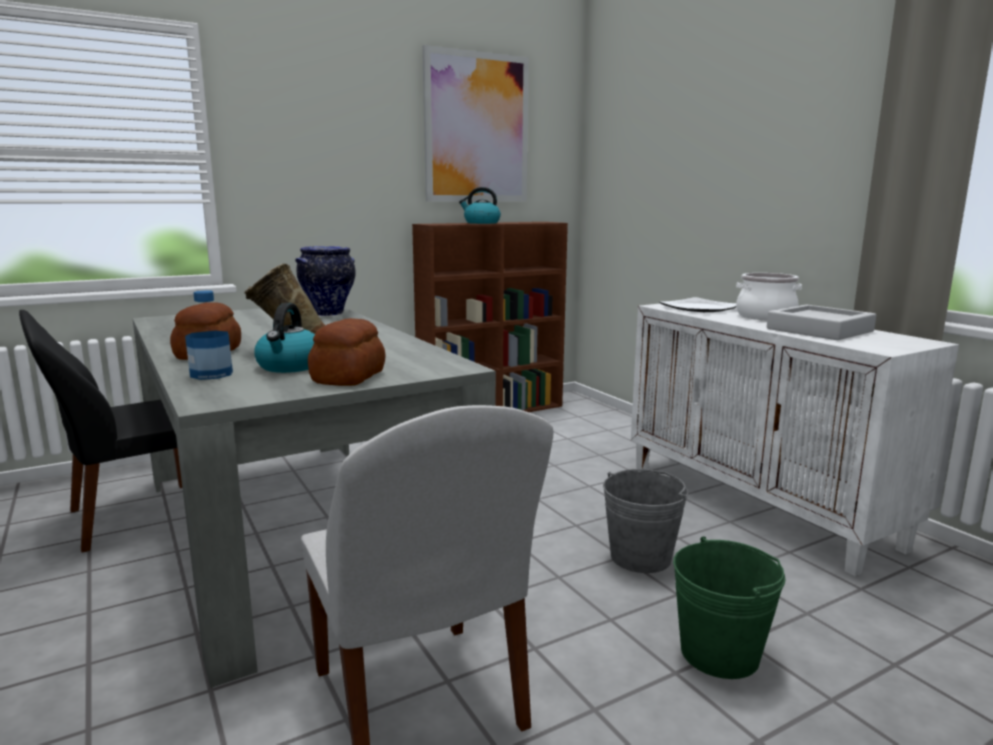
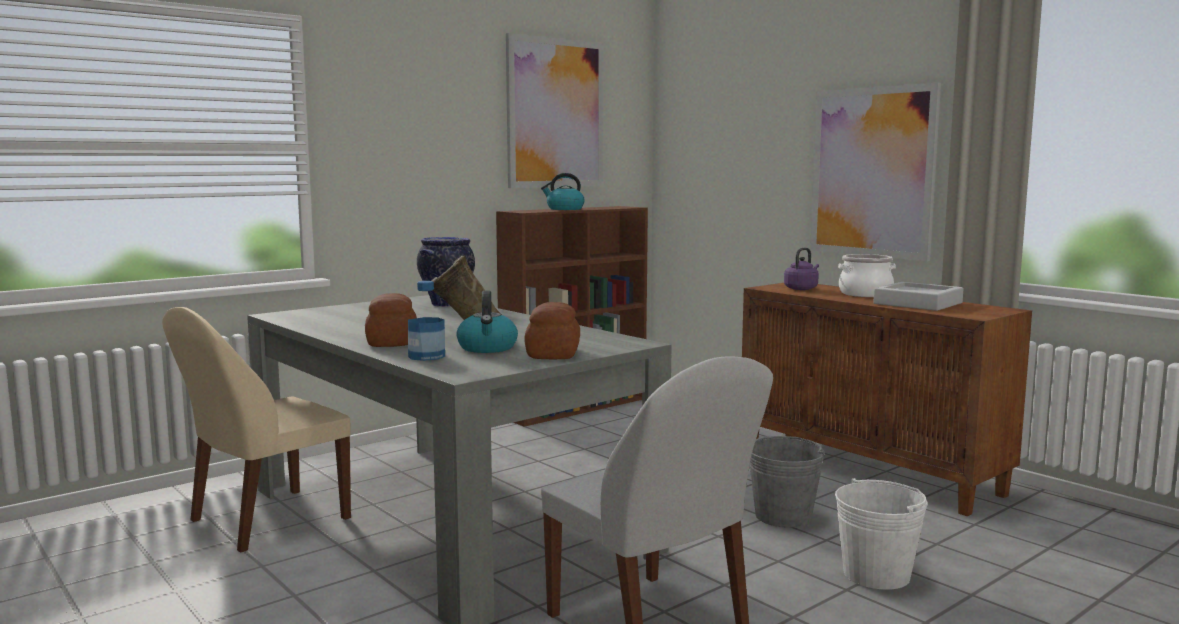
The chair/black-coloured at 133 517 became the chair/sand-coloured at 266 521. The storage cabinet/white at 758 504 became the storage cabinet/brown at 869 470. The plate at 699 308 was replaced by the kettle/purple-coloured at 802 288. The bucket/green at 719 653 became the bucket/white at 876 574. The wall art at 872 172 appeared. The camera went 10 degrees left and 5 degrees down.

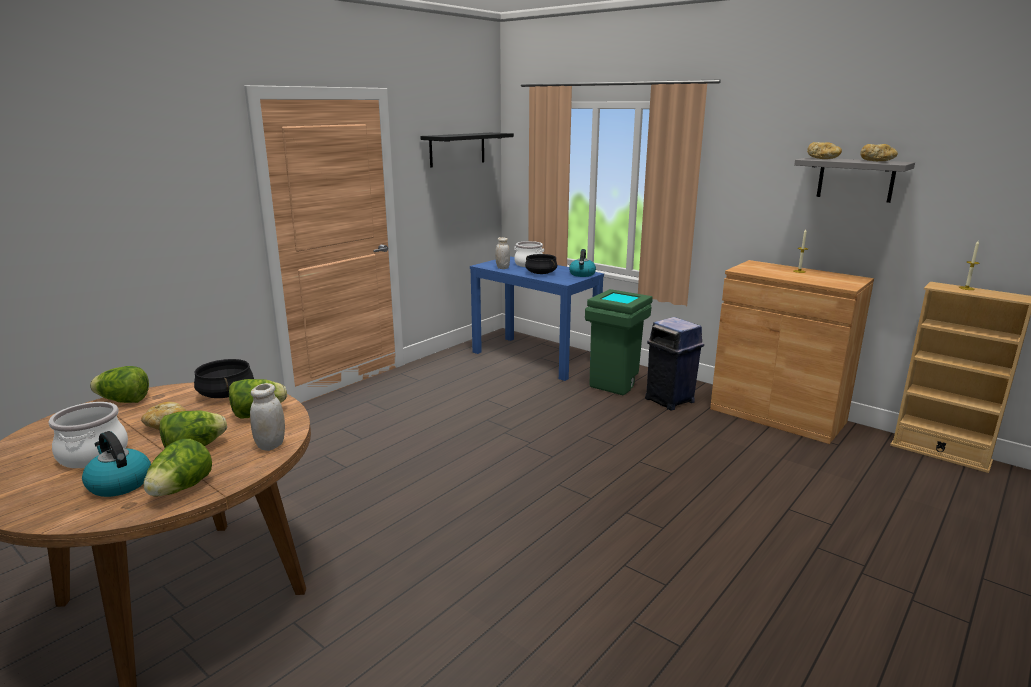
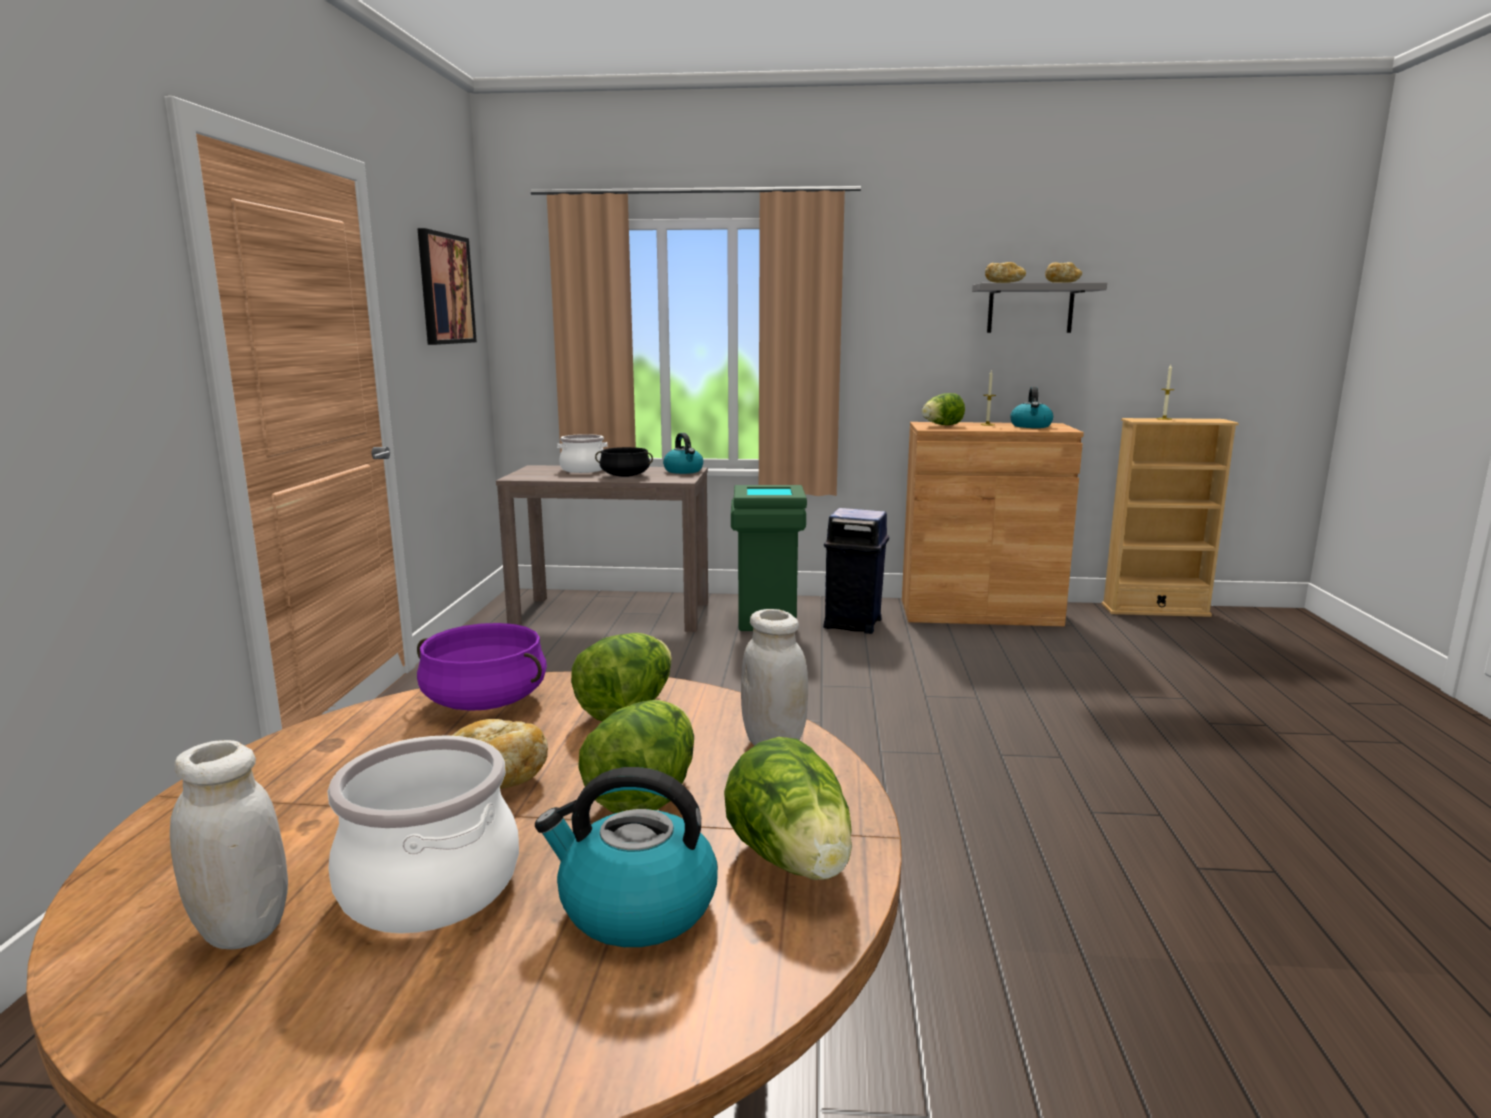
The head of lettuce moved from 124 401 to 941 425. The saucepot/black-coloured at 225 394 became the saucepot/purple-coloured at 484 701. The shelf/black-coloured at 457 149 was replaced by the wall art at 445 289. The hall table/blue-coloured at 535 357 became the hall table/brown at 612 614. The jar/white moved from 502 268 to 241 929. The kettle at 1031 426 appeared. The camera went 35 degrees left and 5 degrees down.

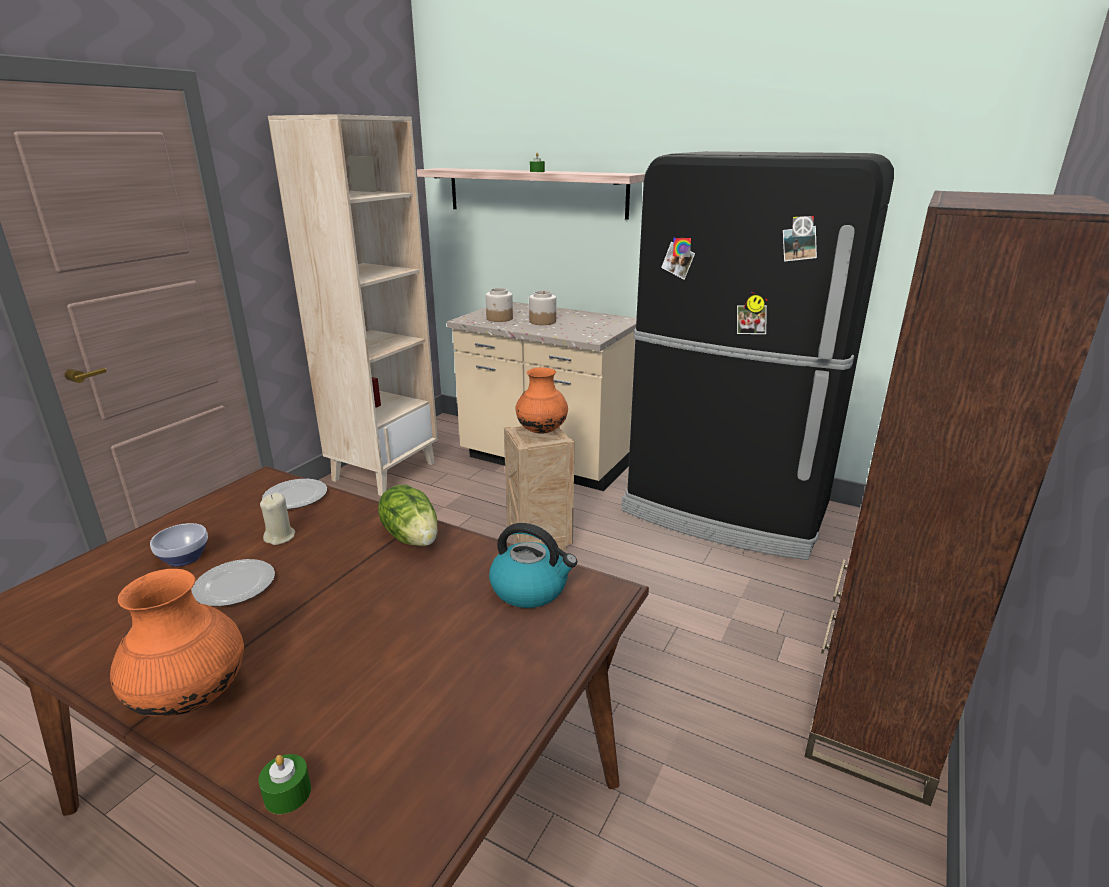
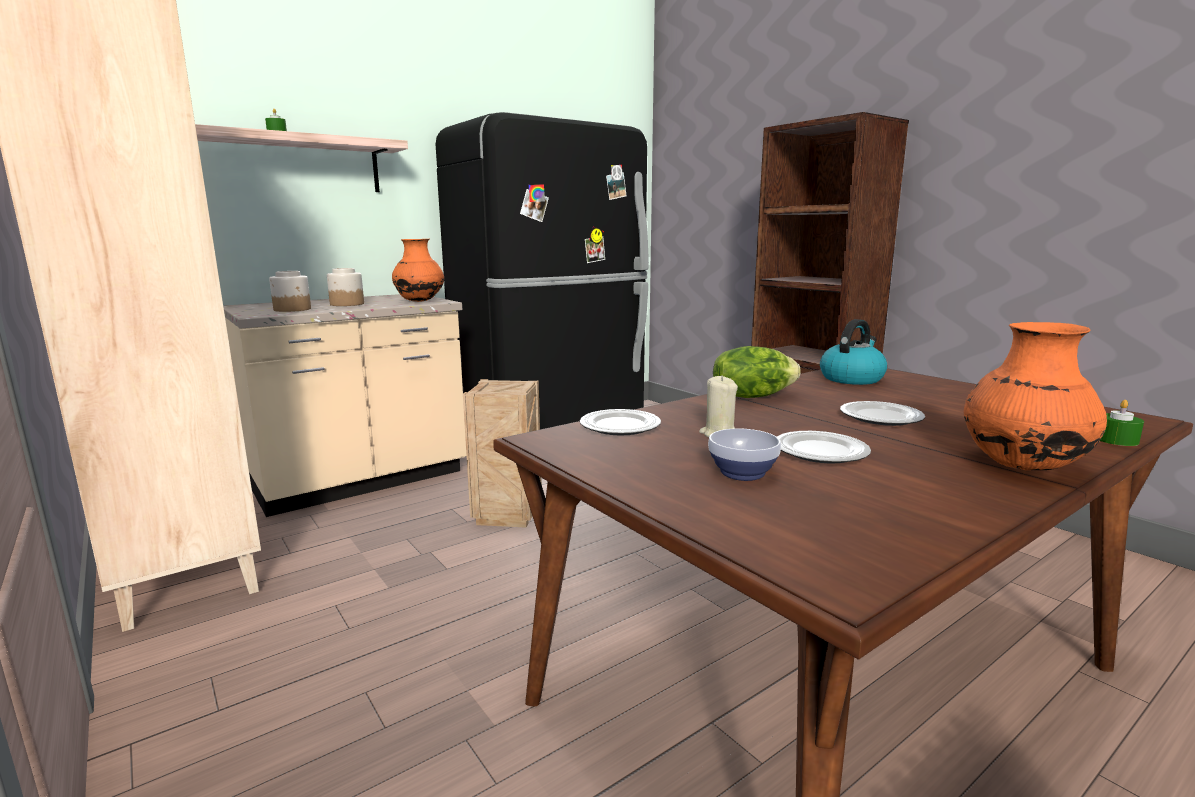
The flower vase/orangey moved from 542 431 to 420 301. The plate at 880 417 appeared. The camera went 65 degrees left and 10 degrees down.

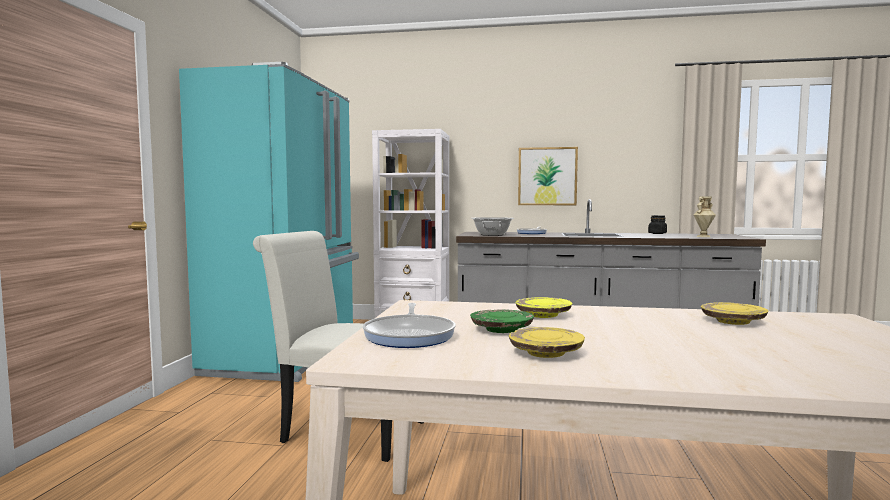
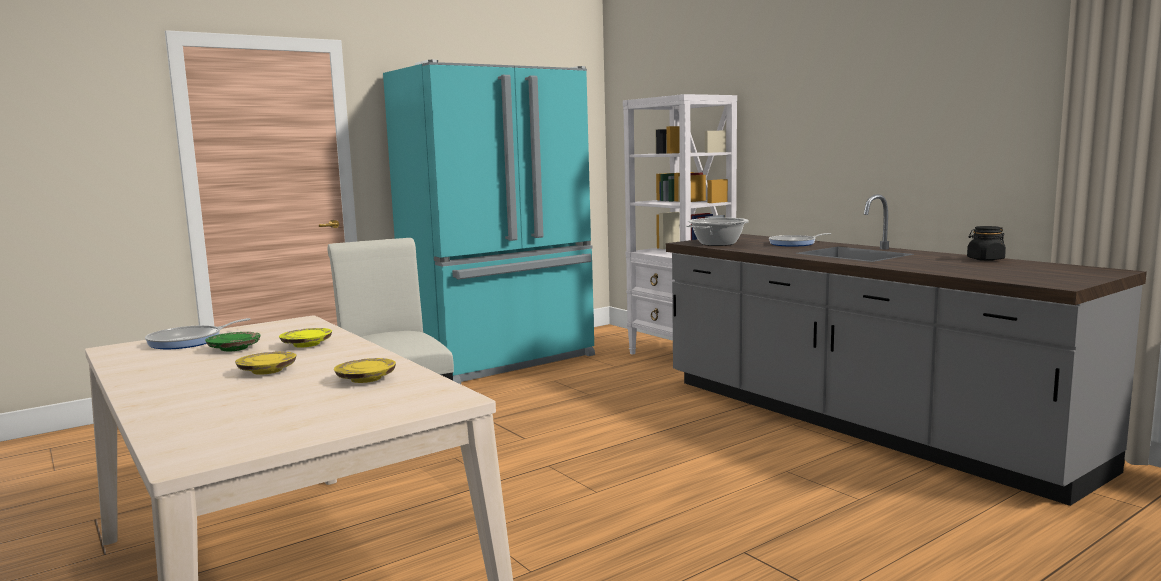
The plate/yellow moved from 545 353 to 267 371. The wall art at 547 176 disappeared. The flower vase/sand-coloured at 703 236 disappeared. The camera went 45 degrees right and 5 degrees up.

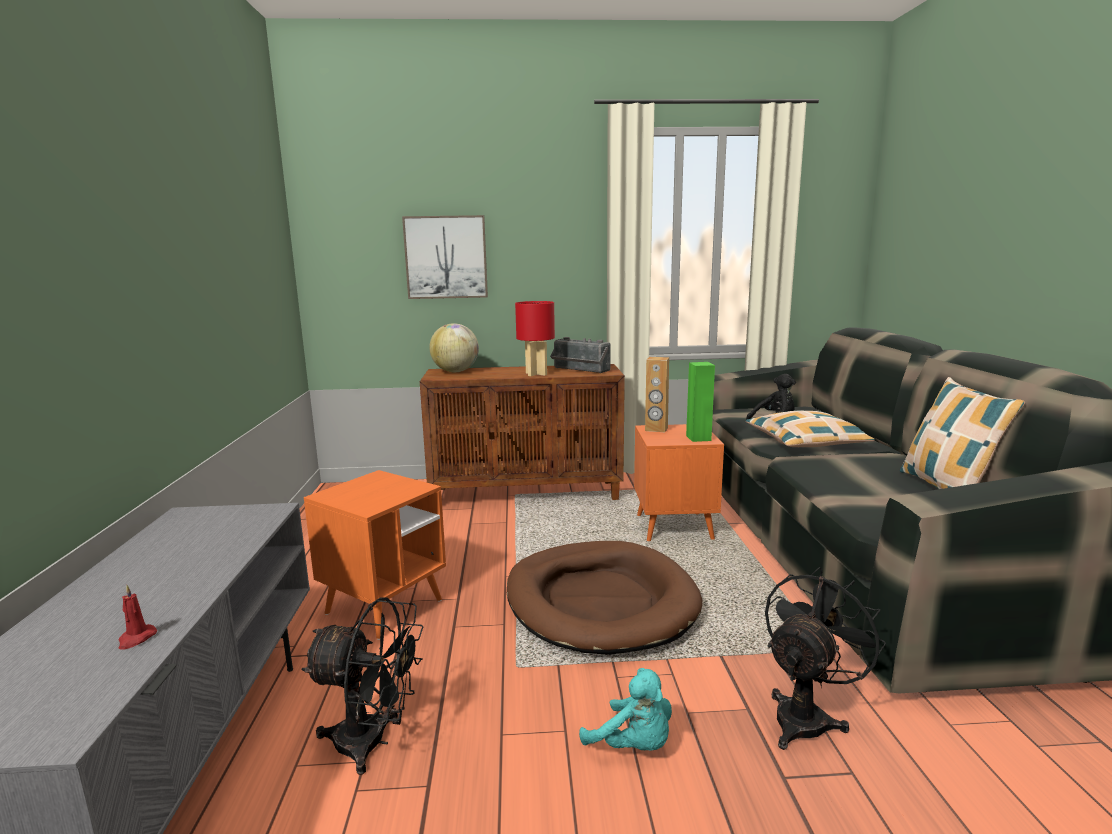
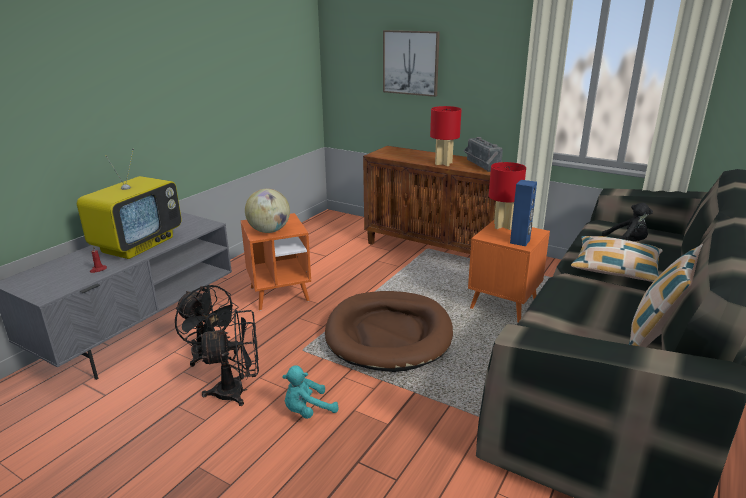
The globe moved from 455 371 to 269 231. The soft toy/turquoise at 633 745 turned 75 degrees clockwise. The speaker/brown at 656 429 was replaced by the table lamp/red-coloured at 503 226. The speaker/green at 699 438 became the speaker/blue-coloured at 520 241. The cooling fan/black-coloured moved from 806 716 to 238 391. The TV at 138 244 appeared. The camera went 35 degrees right and 10 degrees up.

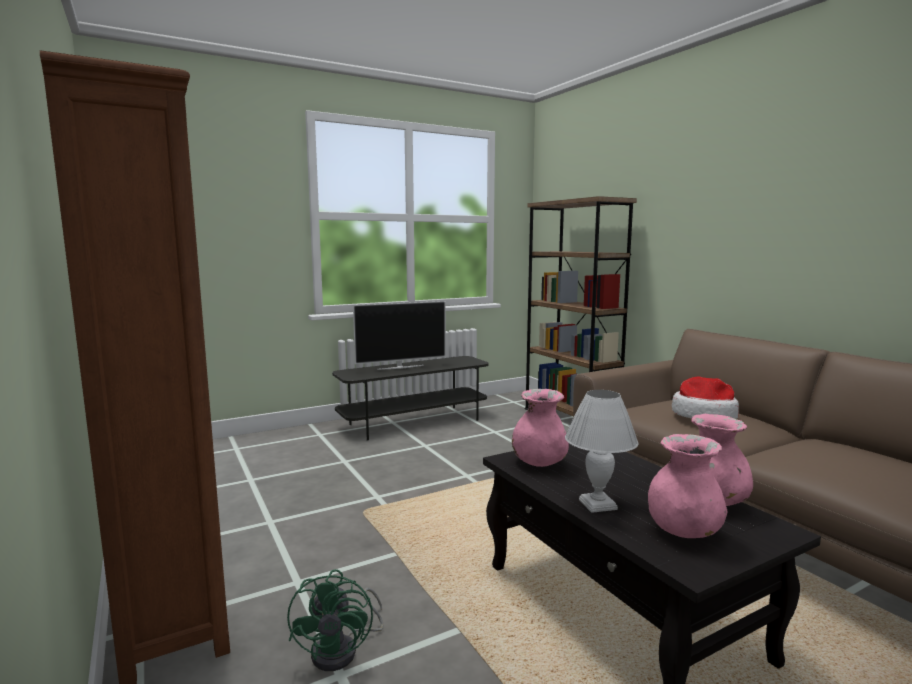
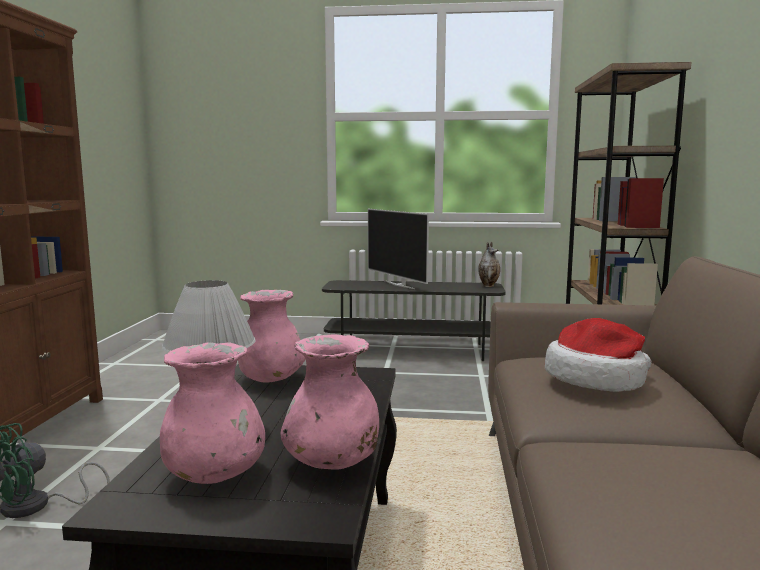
The TV at 400 367 turned 45 degrees clockwise. The flower vase at 488 285 appeared. The camera went 35 degrees right and 0 degrees up.

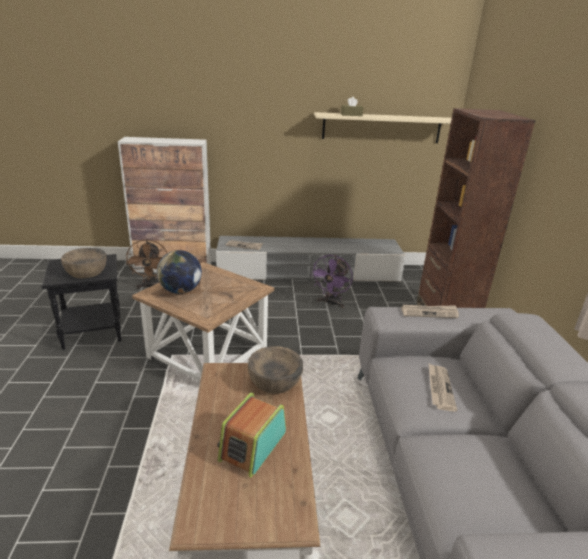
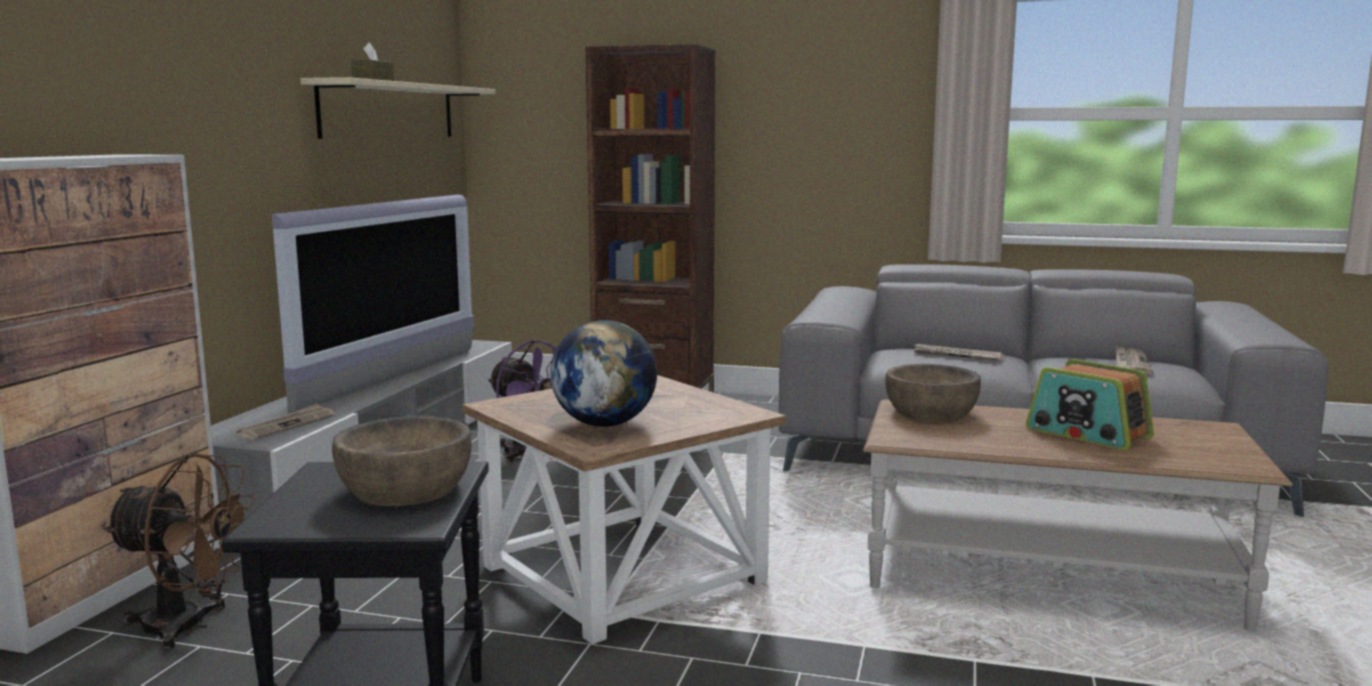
The newspaper moved from 429 312 to 1130 363. The TV at 393 378 appeared. The camera went 70 degrees left and 15 degrees down.

